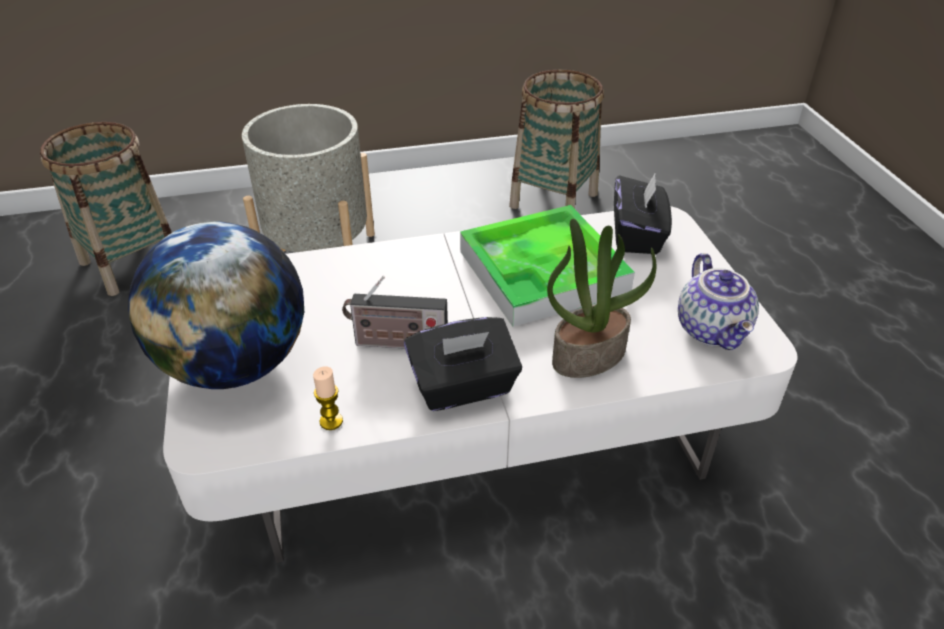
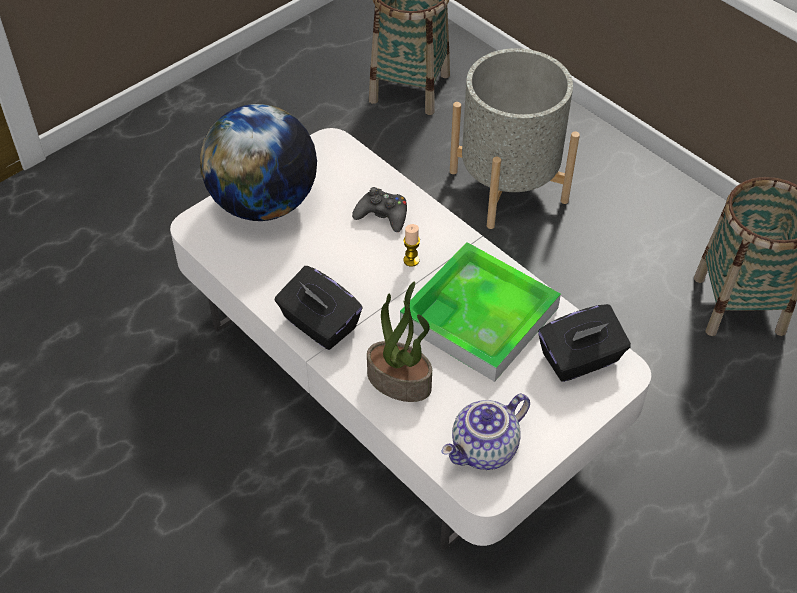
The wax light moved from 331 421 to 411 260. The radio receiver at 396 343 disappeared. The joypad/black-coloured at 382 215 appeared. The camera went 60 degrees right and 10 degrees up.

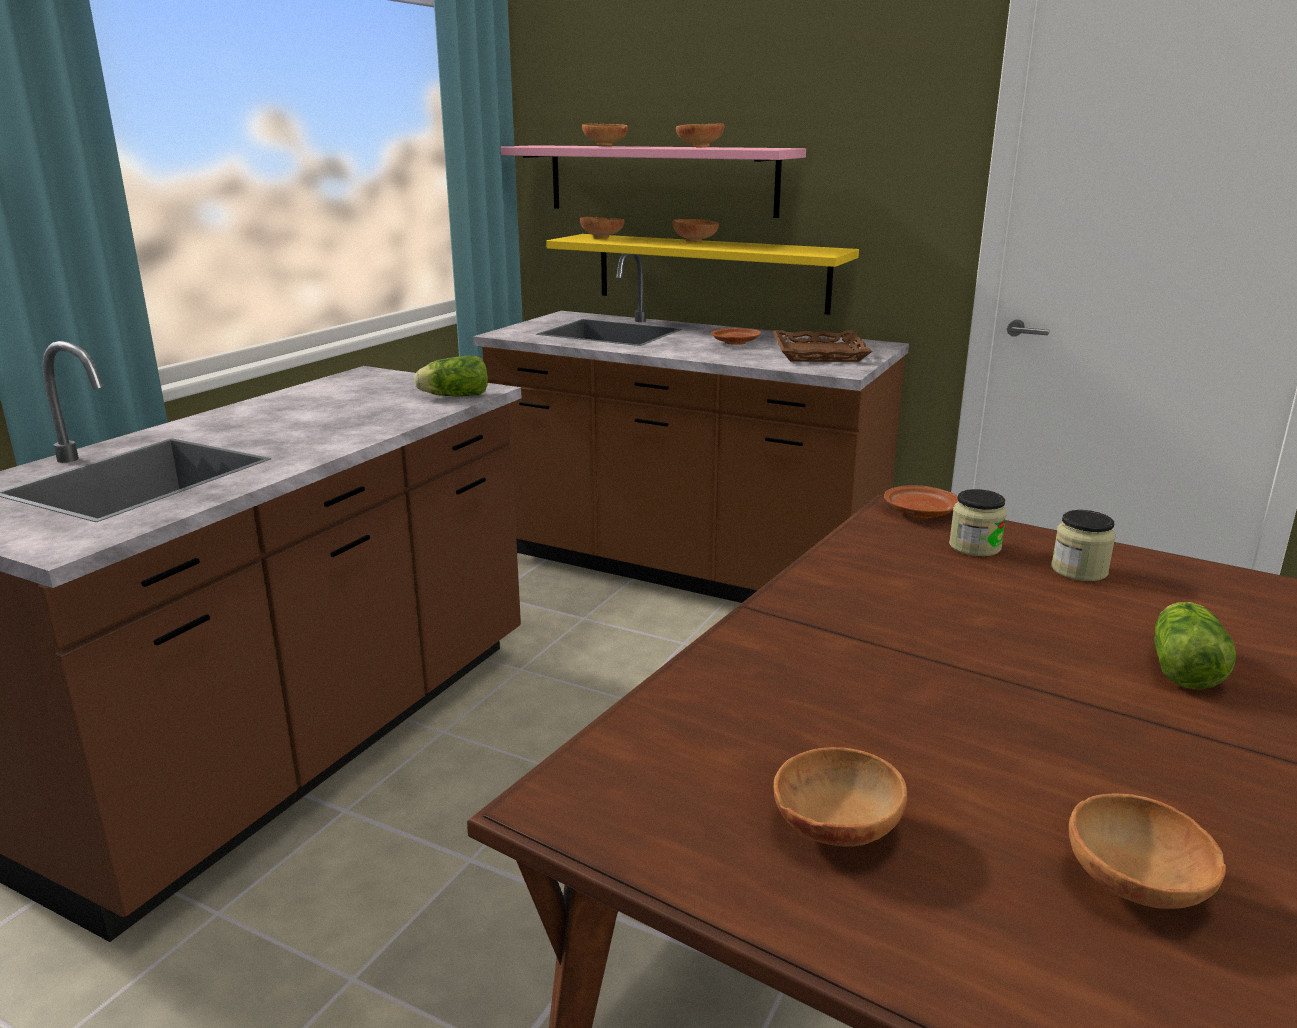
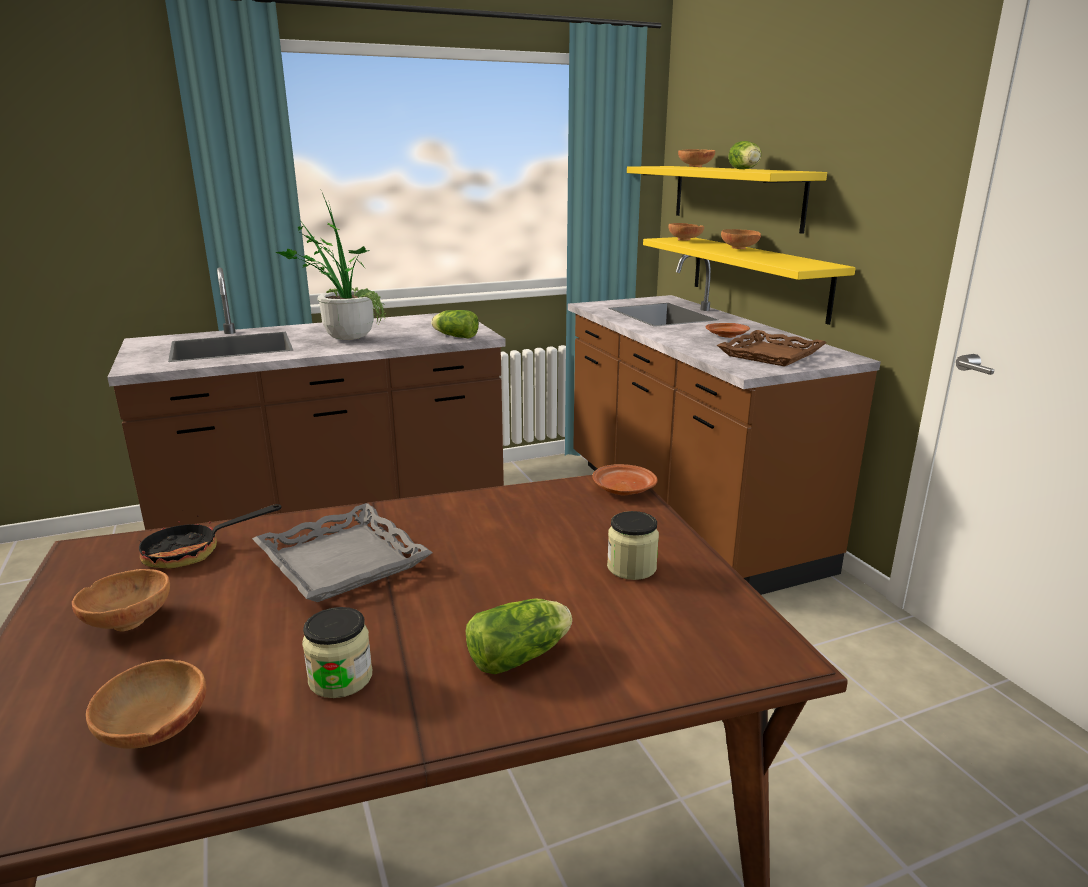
The shelf/pink at 661 180 became the shelf/yellow at 735 196. The deep dish/brown at 699 147 was replaced by the head of lettuce at 745 169. The jar moved from 974 547 to 340 678. The skillet at 194 551 appeared. The serving tray/gray at 341 562 appeared. The plant in a pot at 342 337 appeared. The camera went 40 degrees right and 0 degrees up.

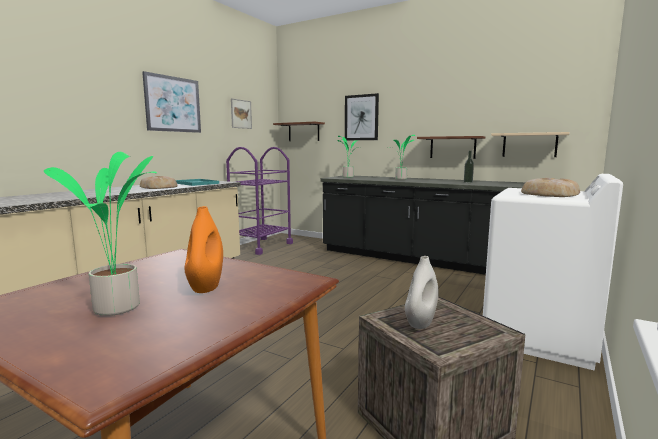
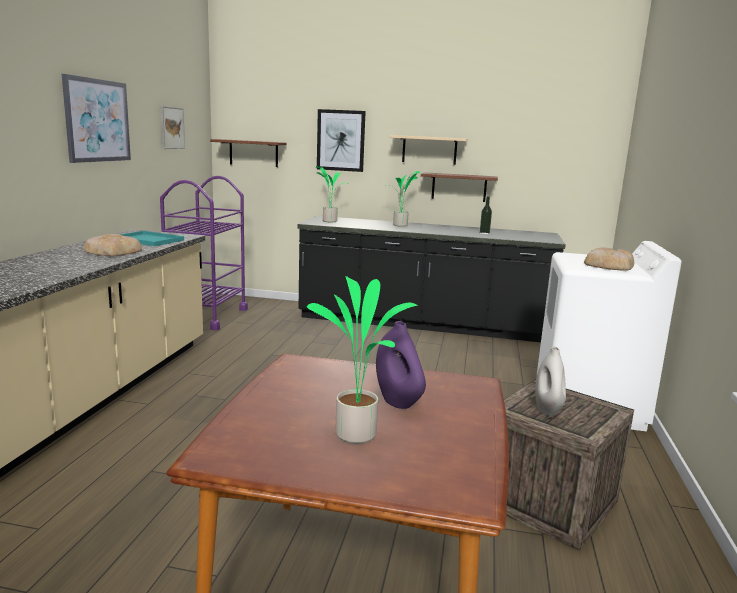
The flower vase/orangey at 206 287 became the flower vase/purple-coloured at 398 401. The shelf/sand-coloured moved from 529 145 to 429 150. The camera went 20 degrees left and 5 degrees up.

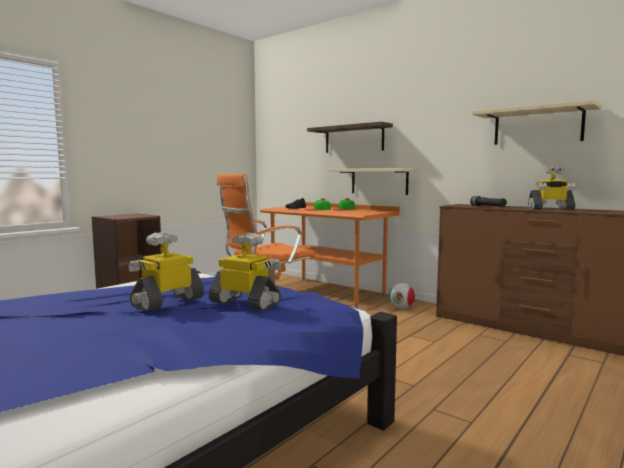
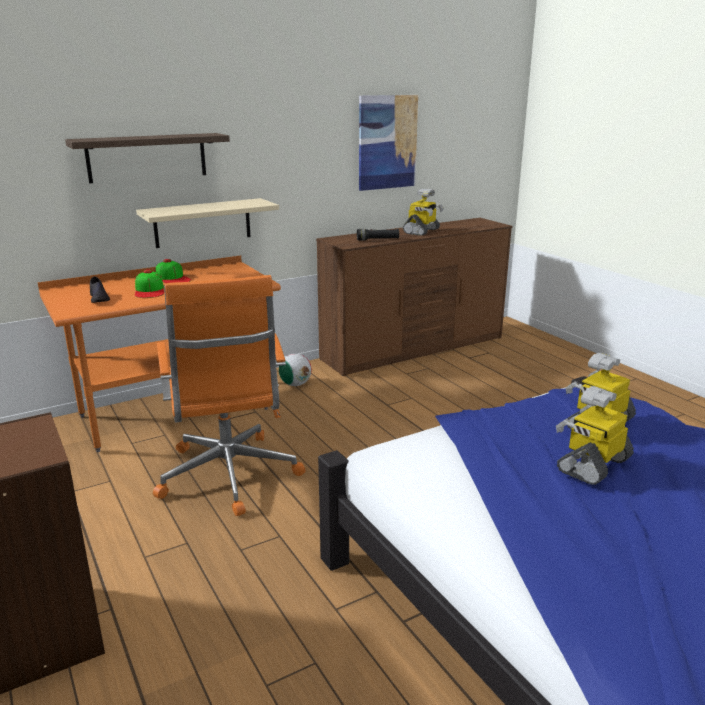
The model robot at 167 301 turned 75 degrees clockwise. The shelf/sand-coloured at 537 126 was replaced by the wall art at 387 142. The camera went 70 degrees left and 15 degrees up.

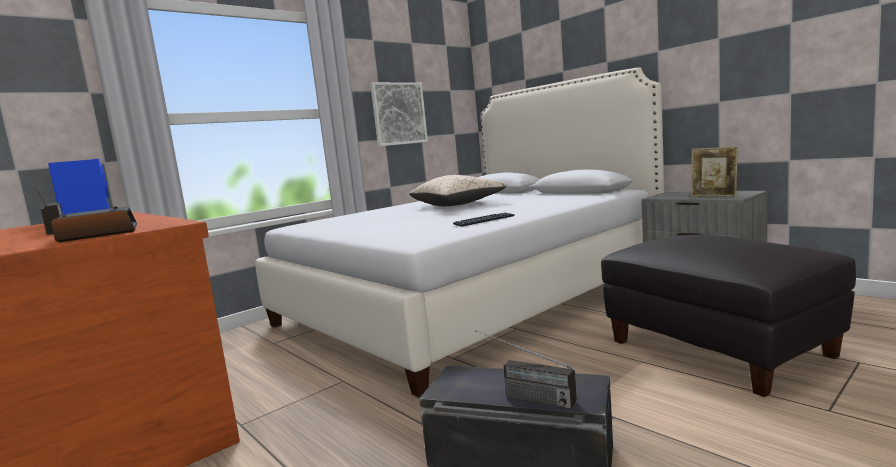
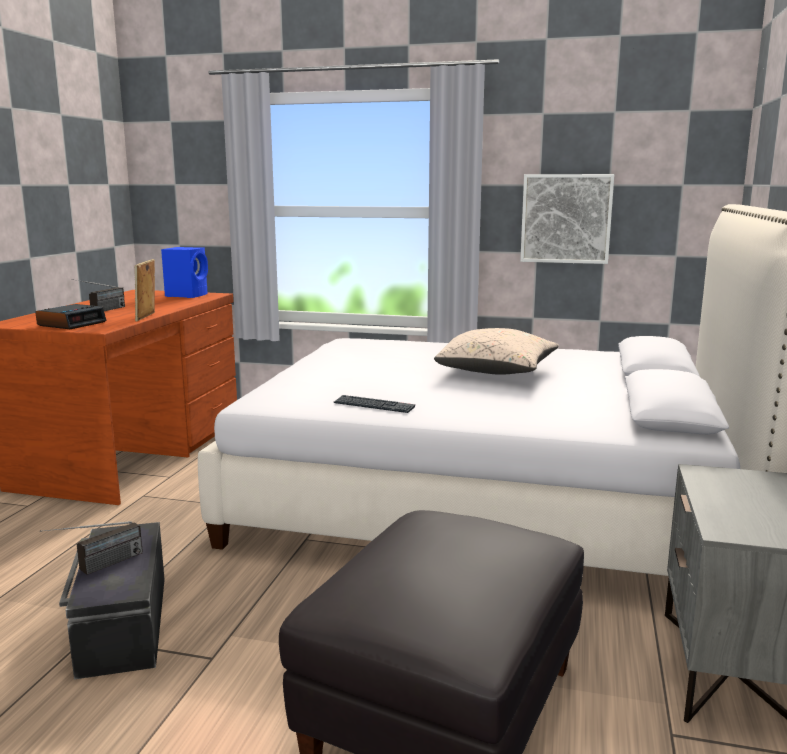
The radio receiver at 522 396 turned 135 degrees counterclockwise. The photo frame moved from 714 196 to 147 317. The camera went 55 degrees right and 5 degrees up.

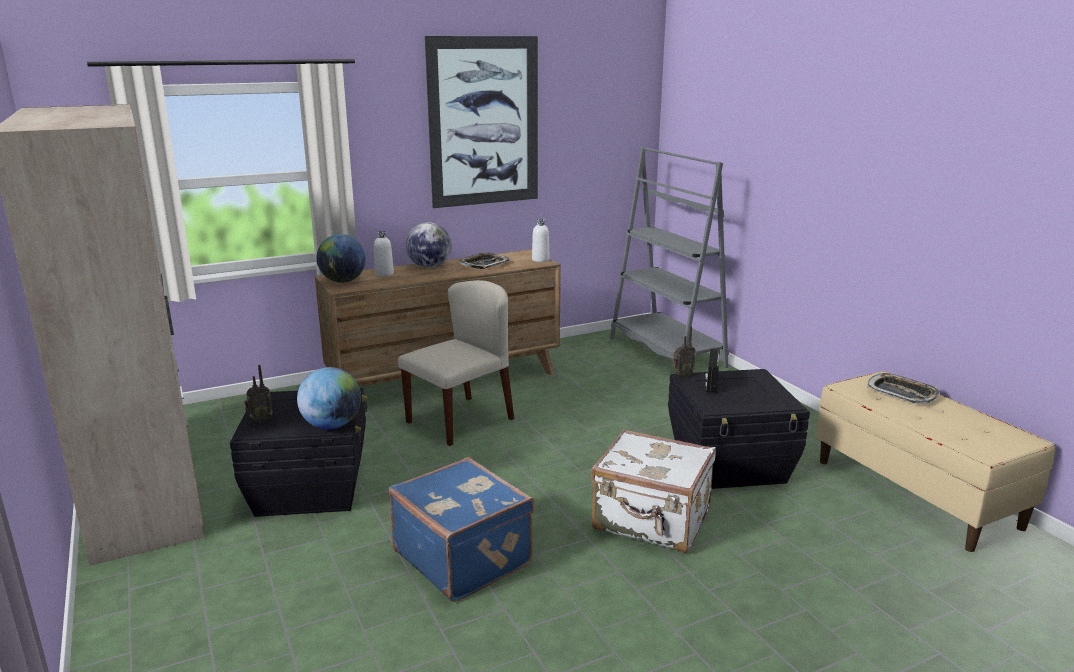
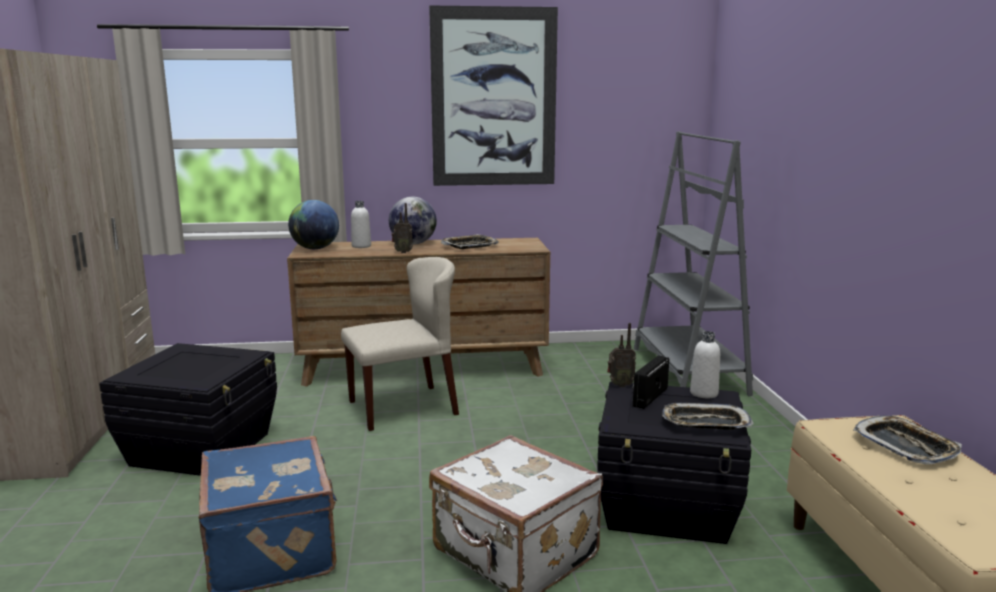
The radio receiver moved from 260 420 to 403 252. The globe at 332 426 disappeared. The drink bottle/white moved from 540 260 to 704 393. The serving tray at 705 423 appeared. The camera went 20 degrees right and 5 degrees down.

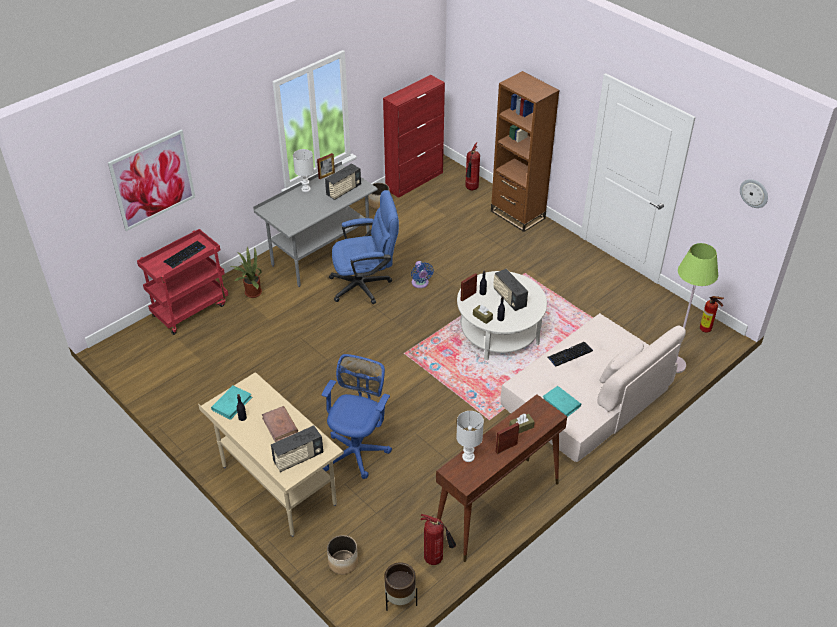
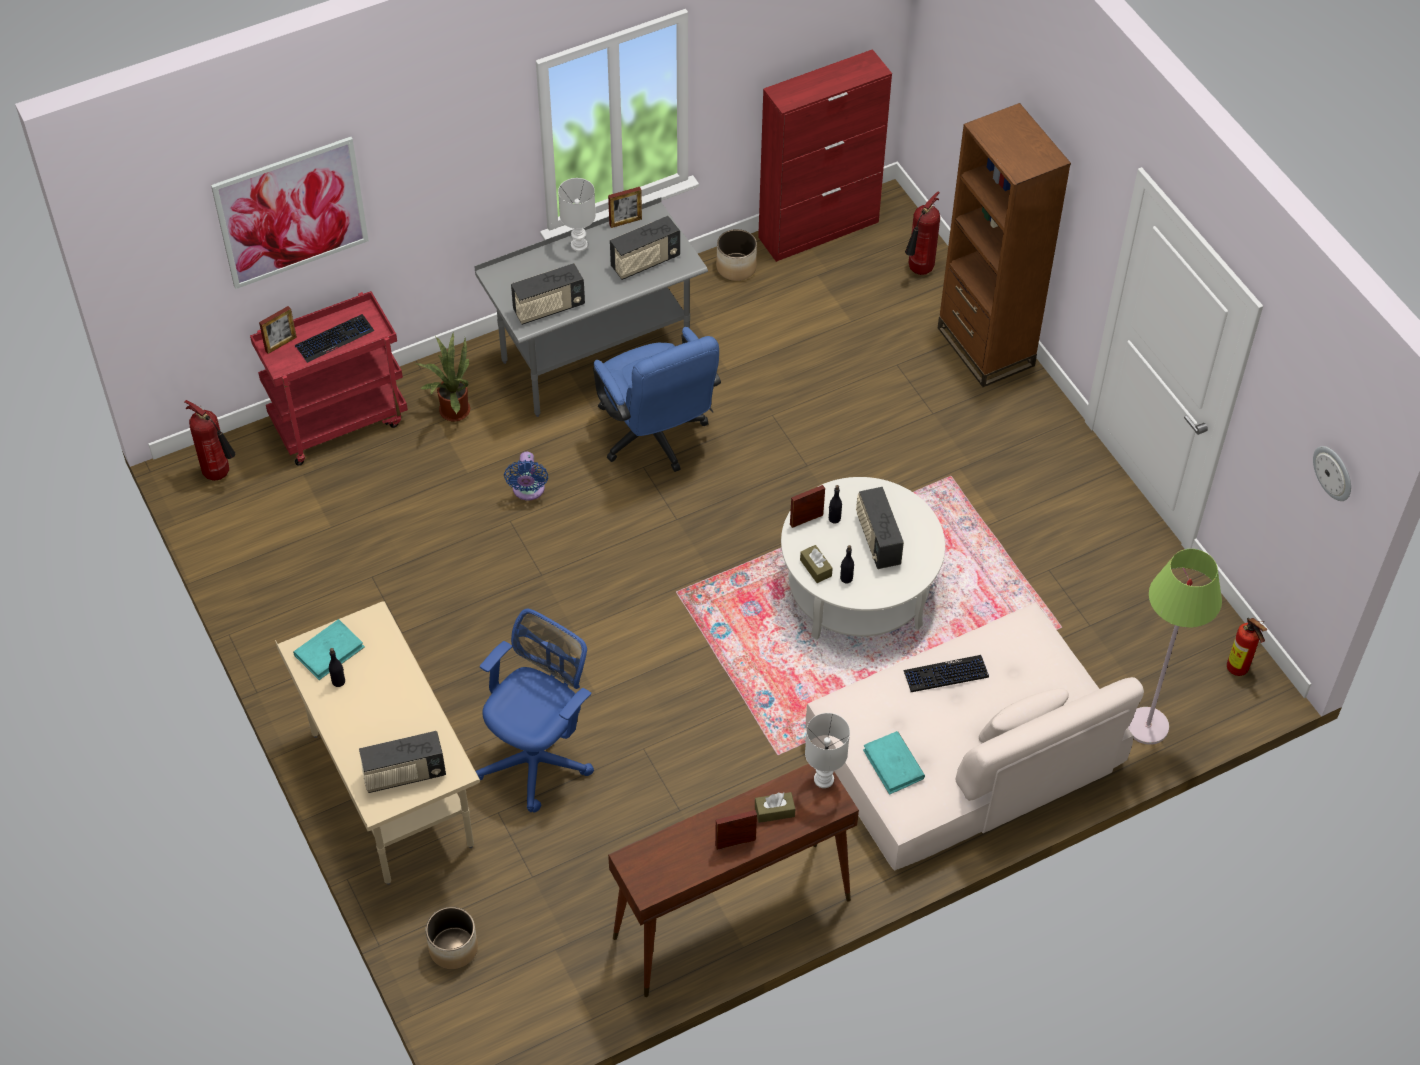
The volume/brown at 280 425 disappeared. The office chair/blue-coloured at 366 285 turned 60 degrees clockwise. The flower pot/brown at 400 600 disappeared. The cooling fan/blue-coloured moved from 420 284 to 528 491. The extinguisher moved from 436 559 to 220 474. The table lamp/white moved from 468 457 to 824 780. The photo frame at 281 344 appeared. The radio receiver at 549 308 appeared. The camera went 15 degrees right and 10 degrees up.

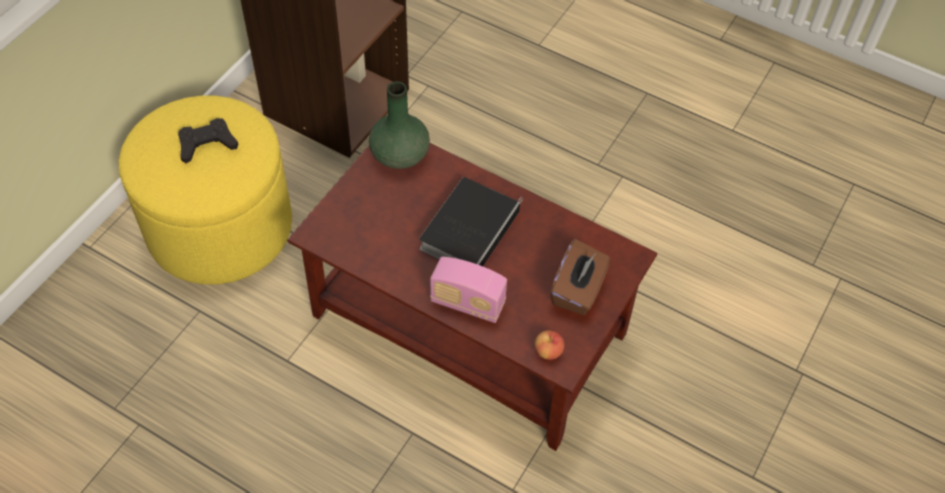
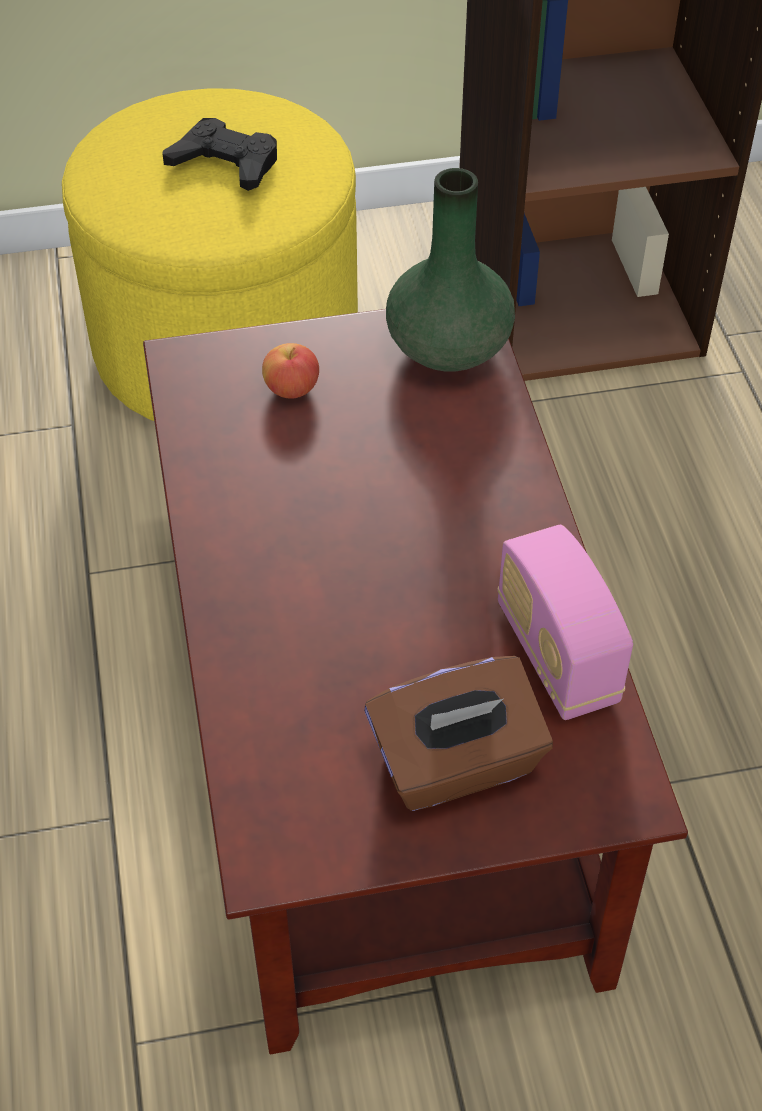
The volume at 470 227 disappeared. The radio receiver moved from 467 303 to 556 655. The apple moved from 548 351 to 291 389. The camera went 50 degrees right and 5 degrees down.

